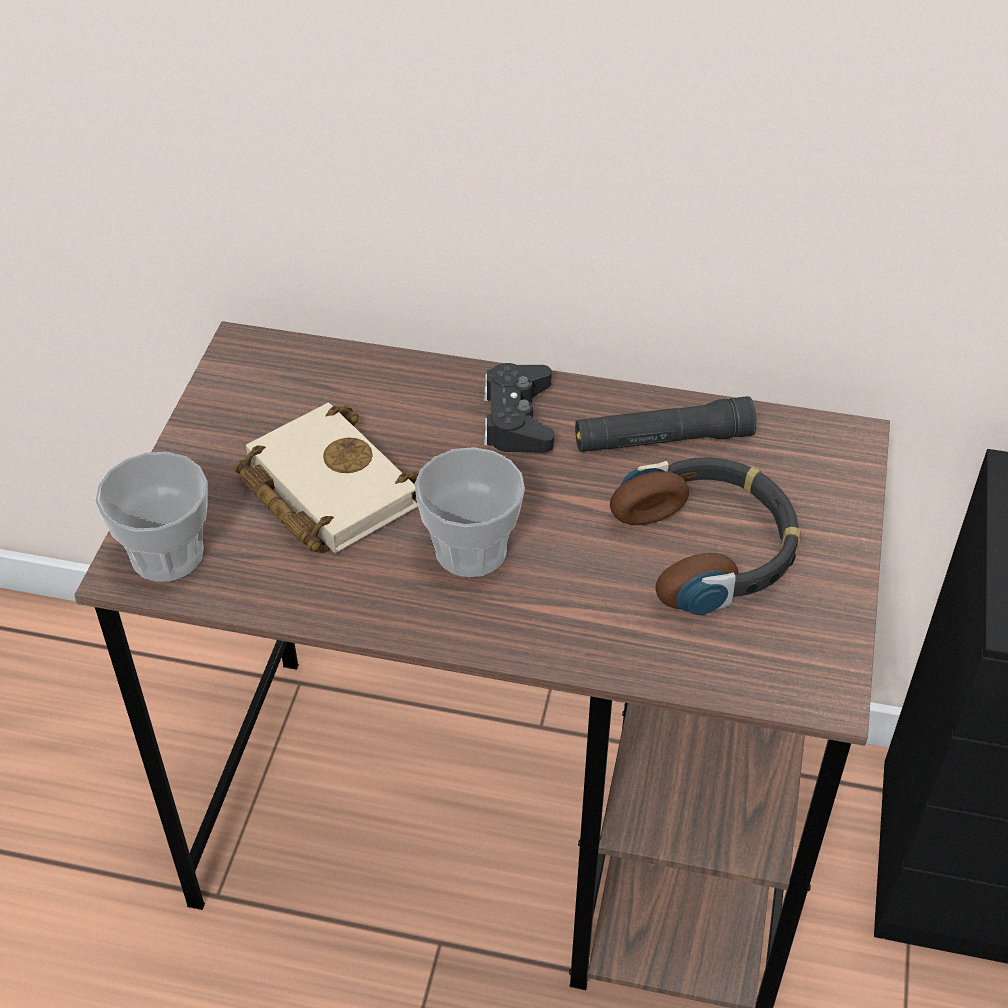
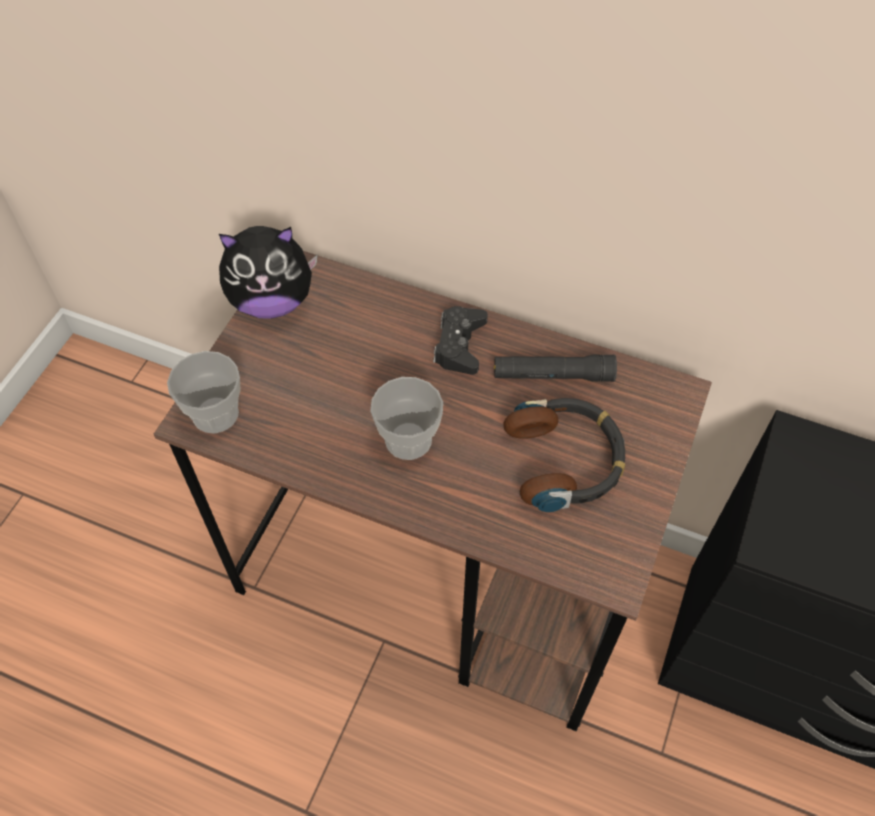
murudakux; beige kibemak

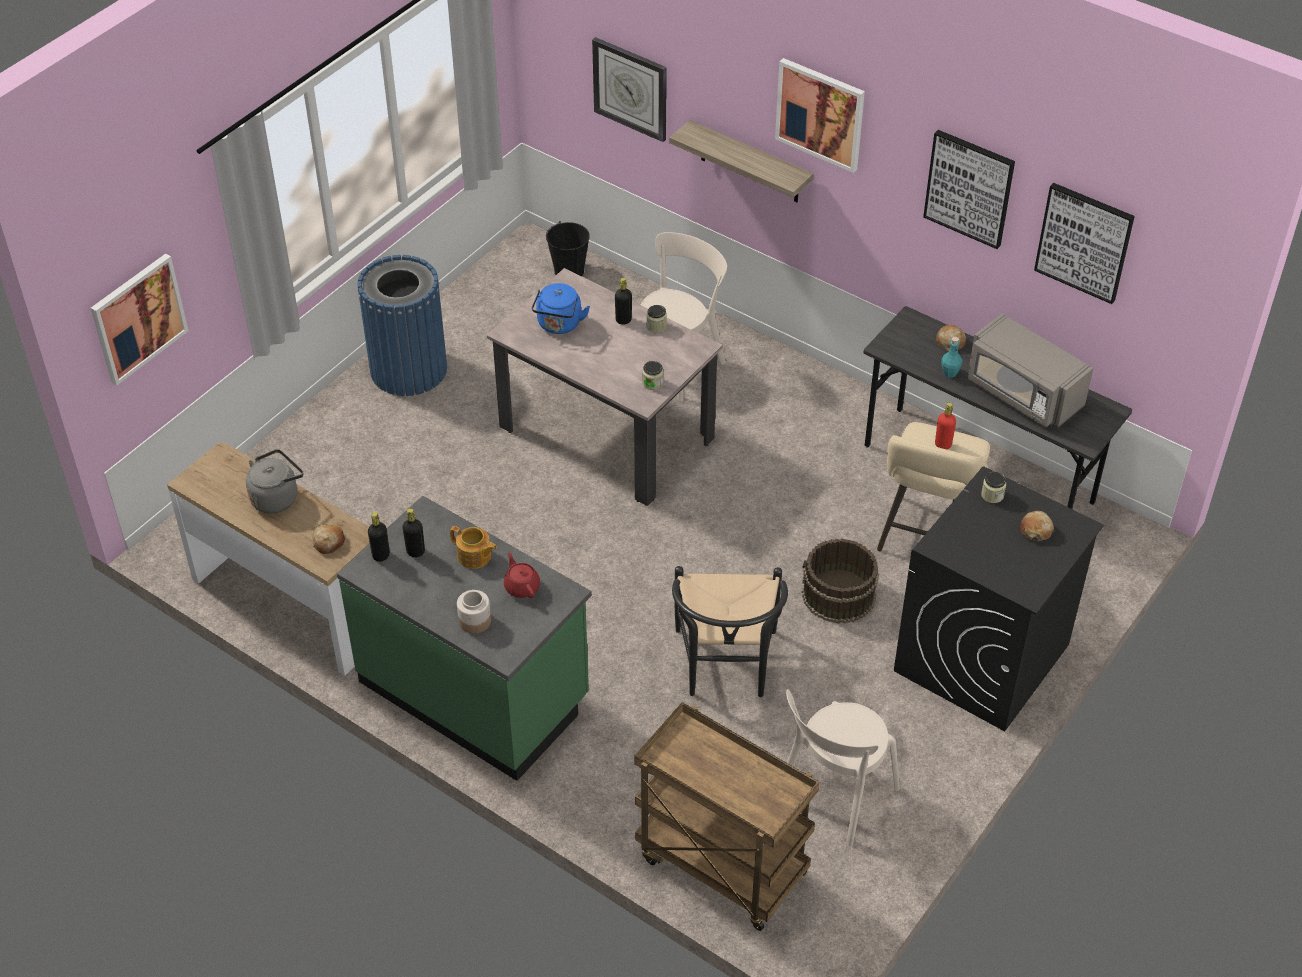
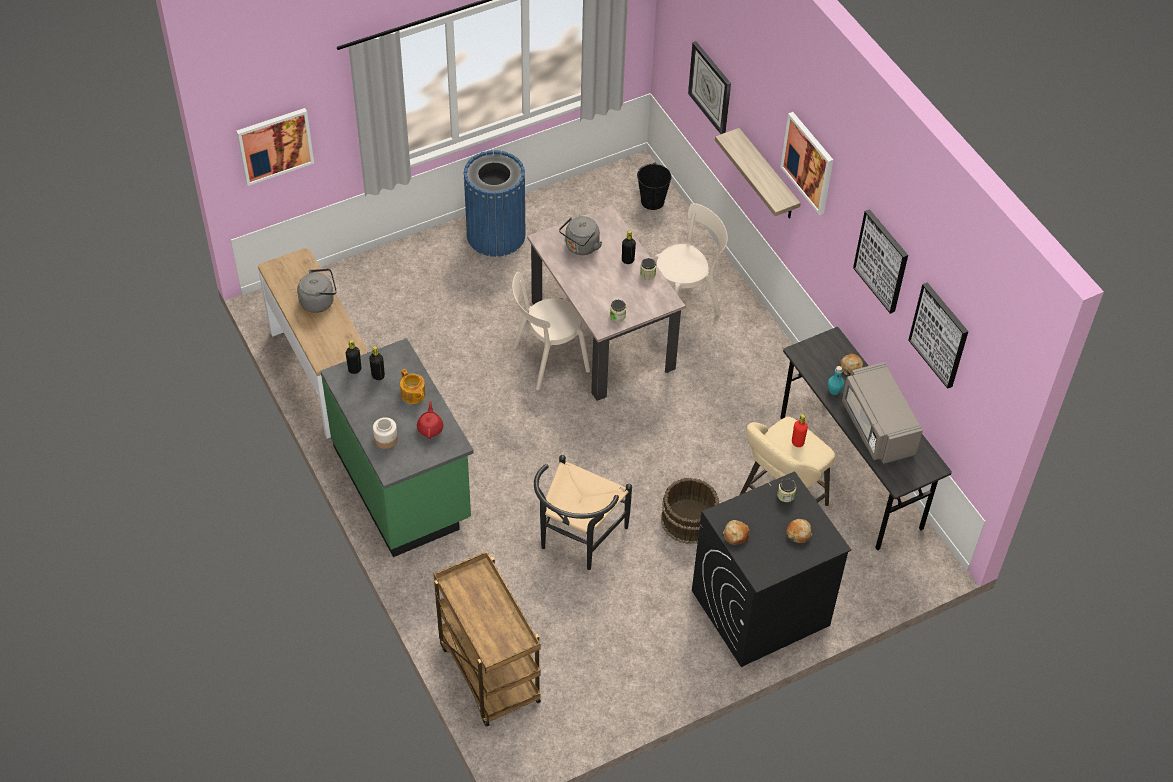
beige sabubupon (1st from left); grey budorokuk (2nd from left); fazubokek (1st from left)

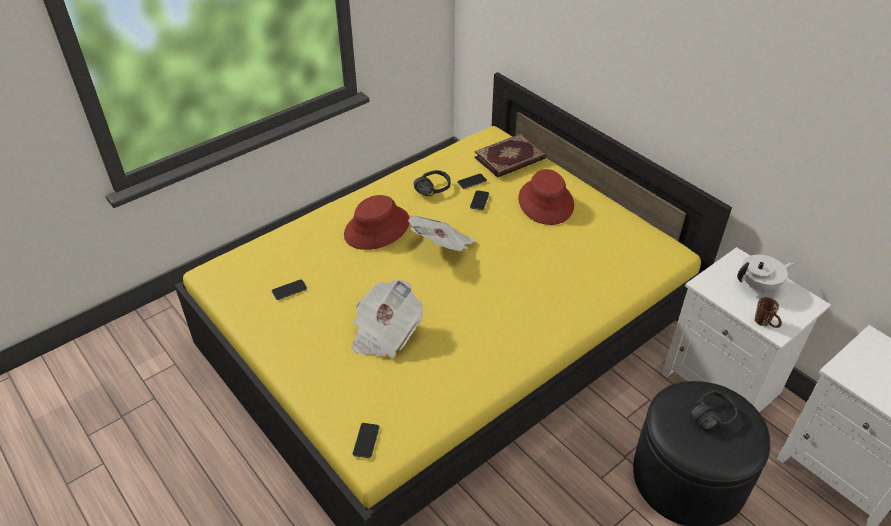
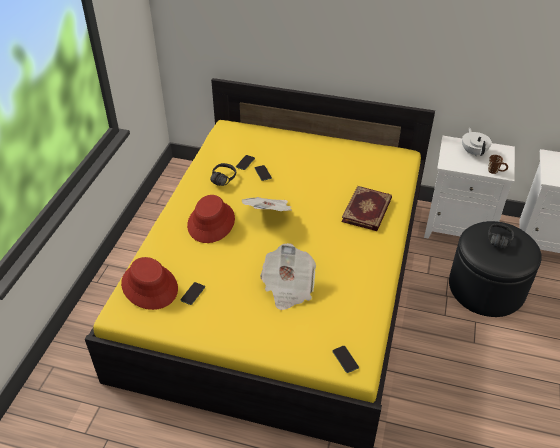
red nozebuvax (1st from left); kibemak; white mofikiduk

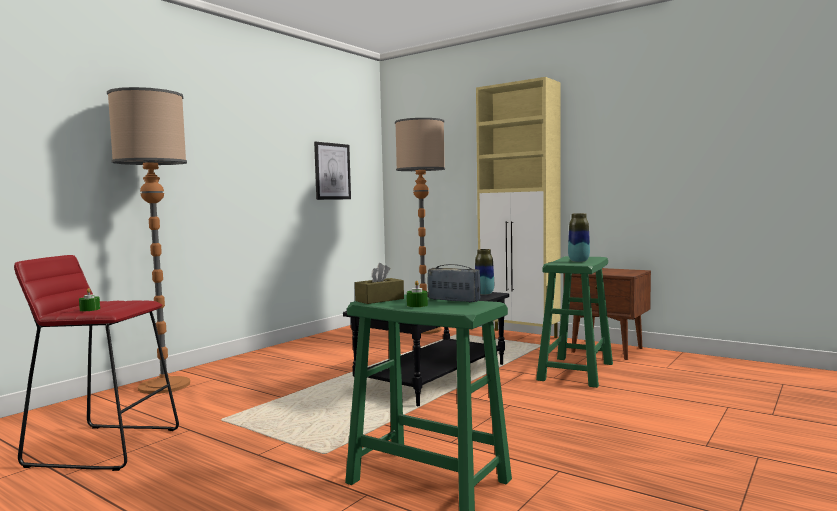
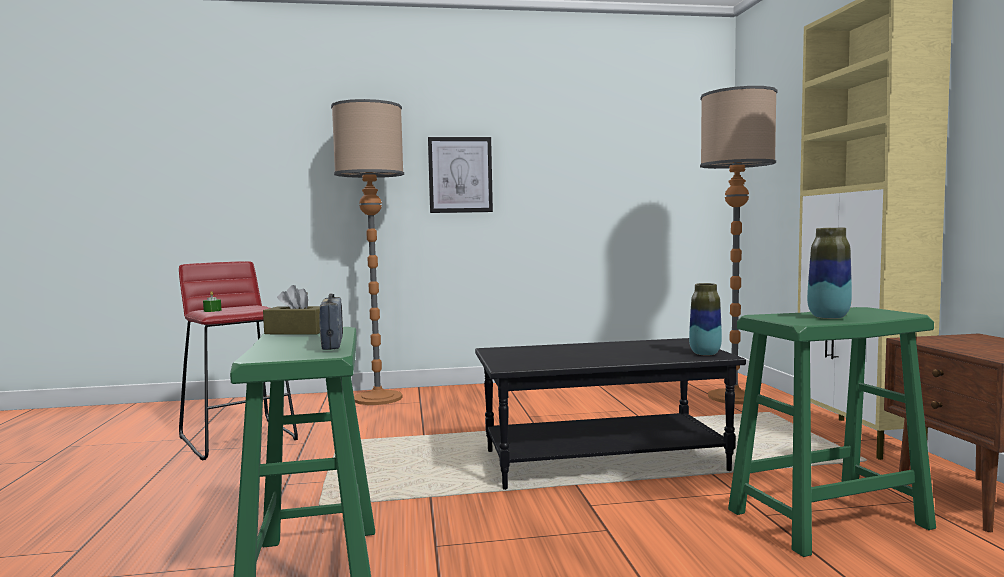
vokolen; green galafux (2nd from left in the first image)

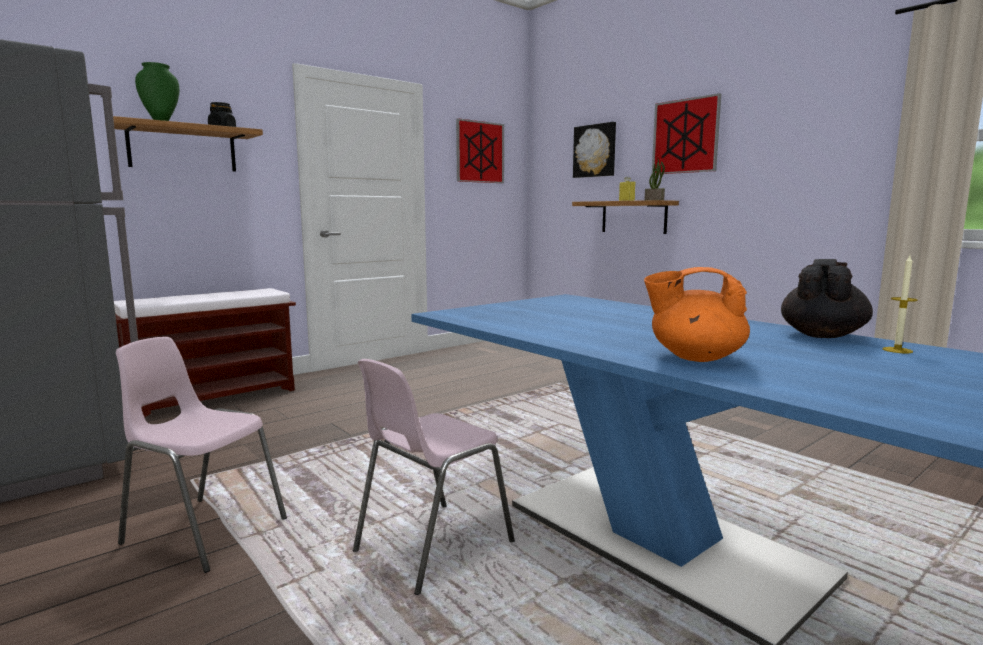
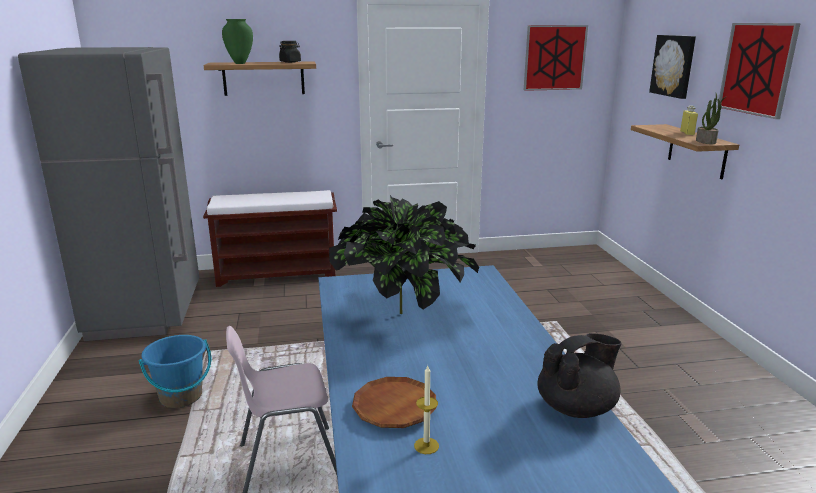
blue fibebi; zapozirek (1st from left); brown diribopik; galafux

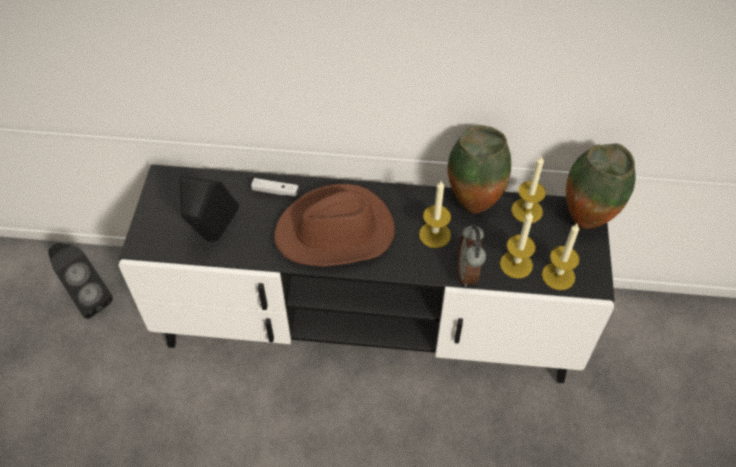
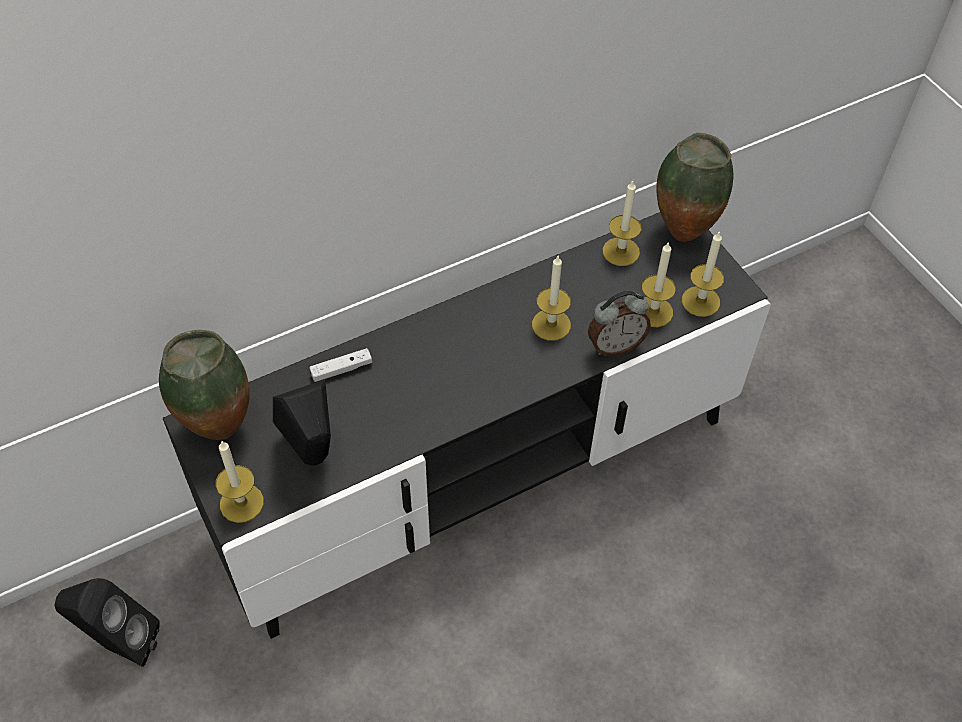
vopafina (1st from left); galafux (1st from left); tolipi; brown nozebuvax

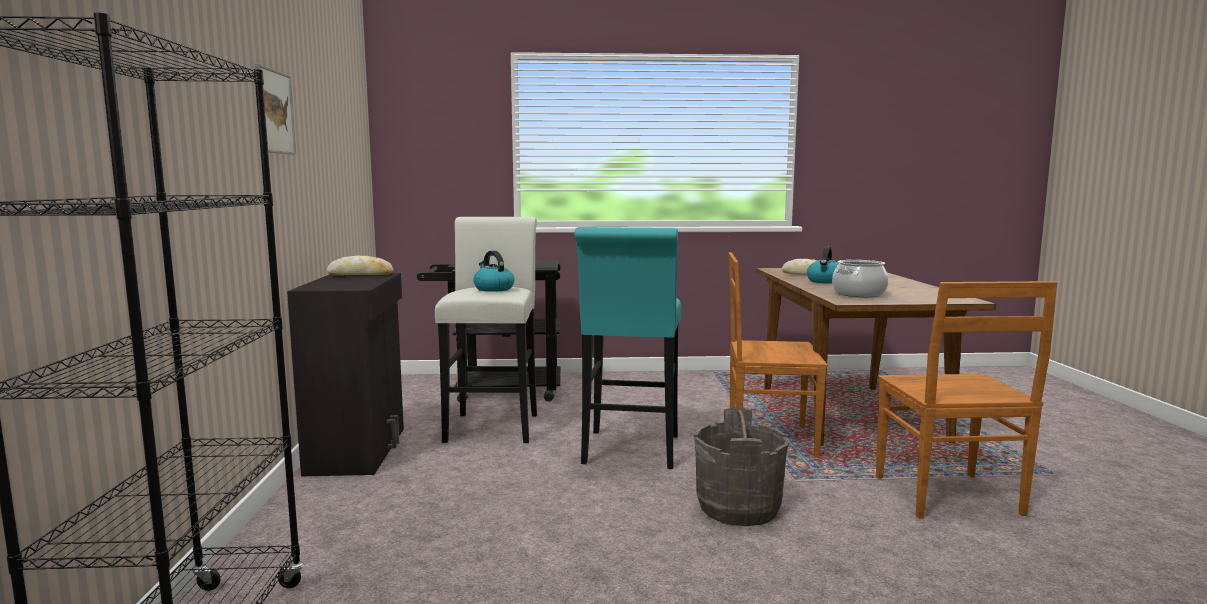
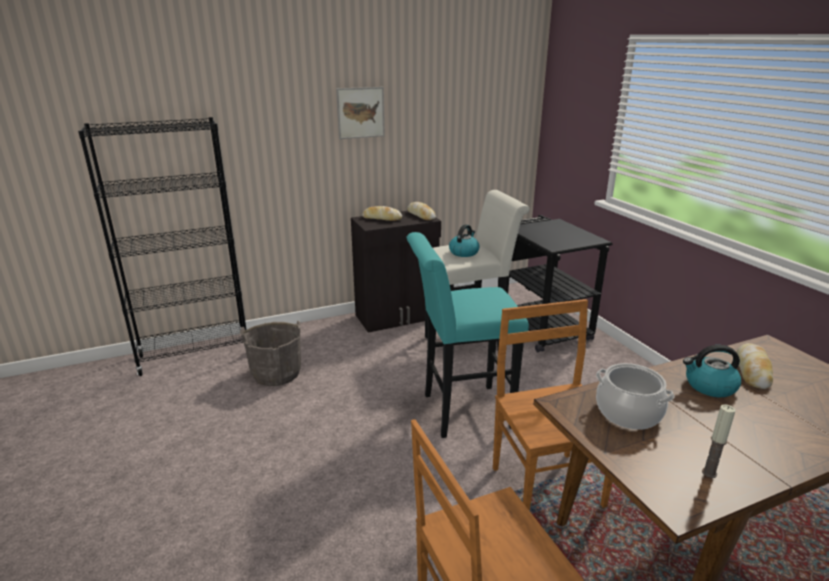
grey fibebi; fazubokek (1st from left); galafux

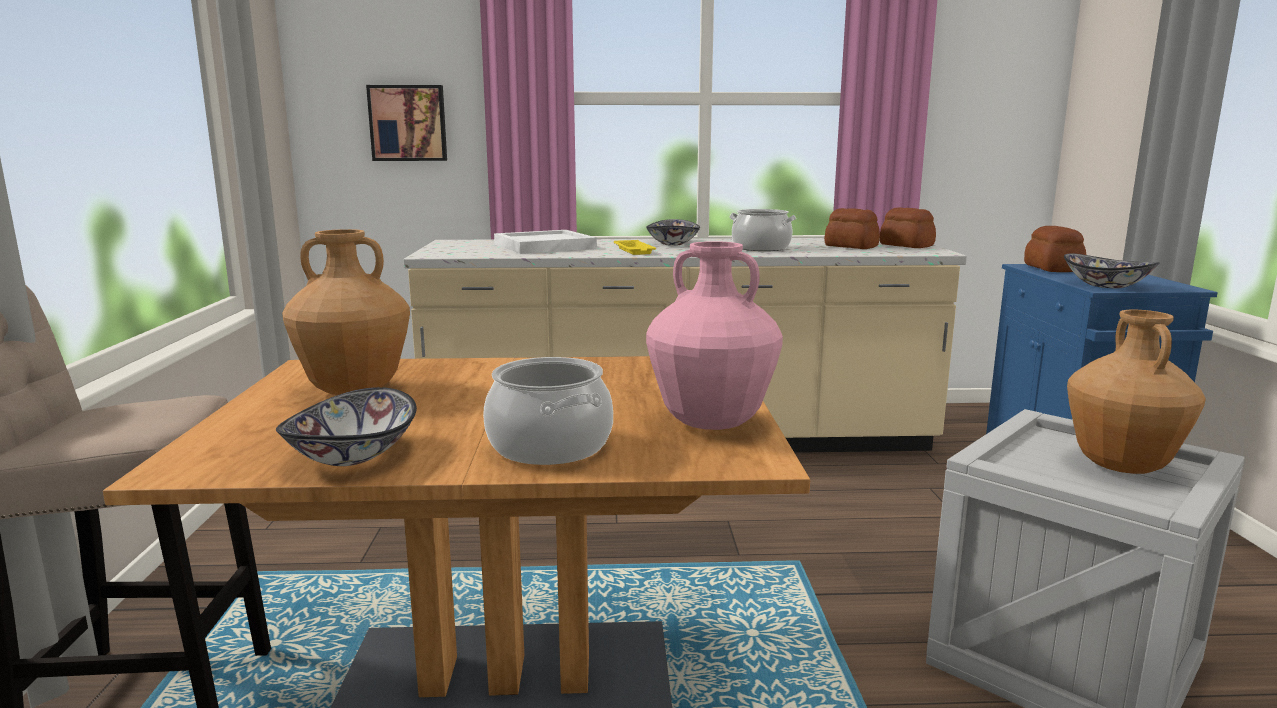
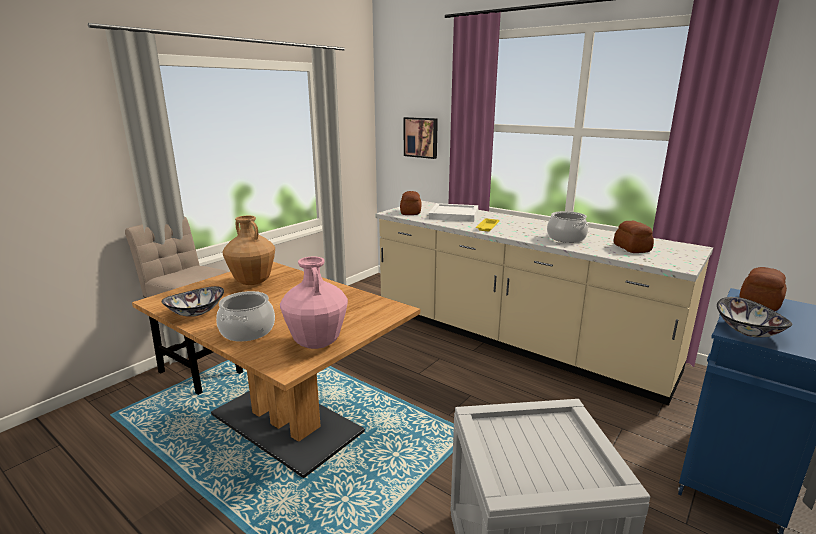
fazubokek (1st from left); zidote (2nd from left in the first image); brown vopafina (2nd from left in the first image)

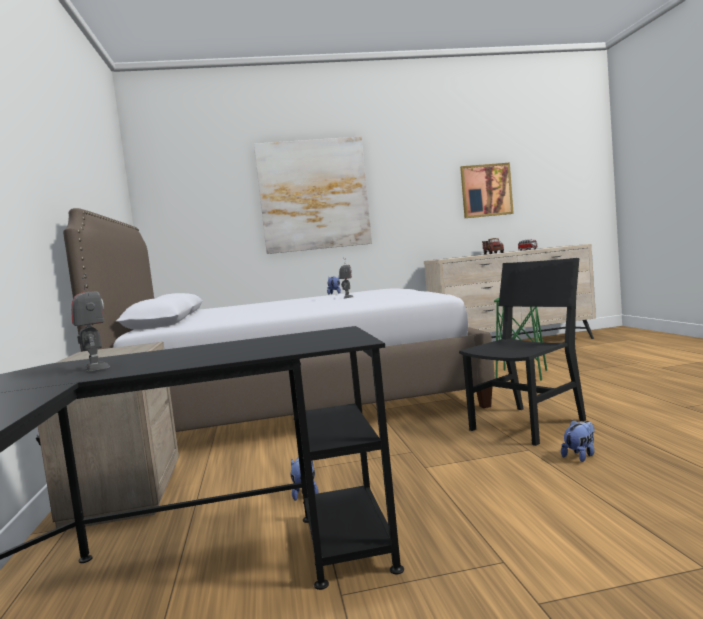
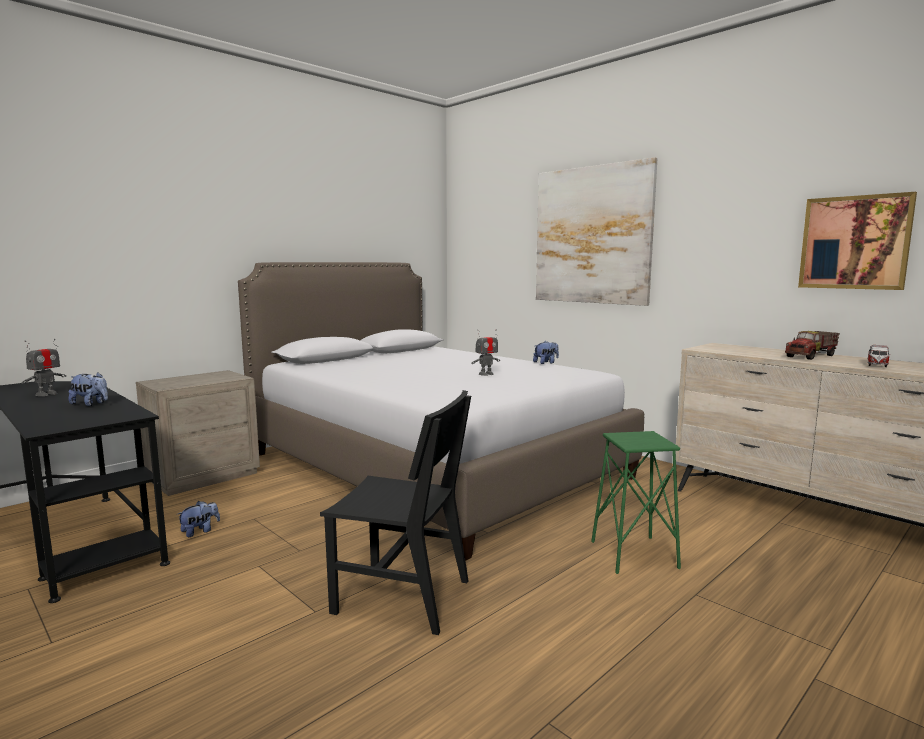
murudakux (1st from left)

